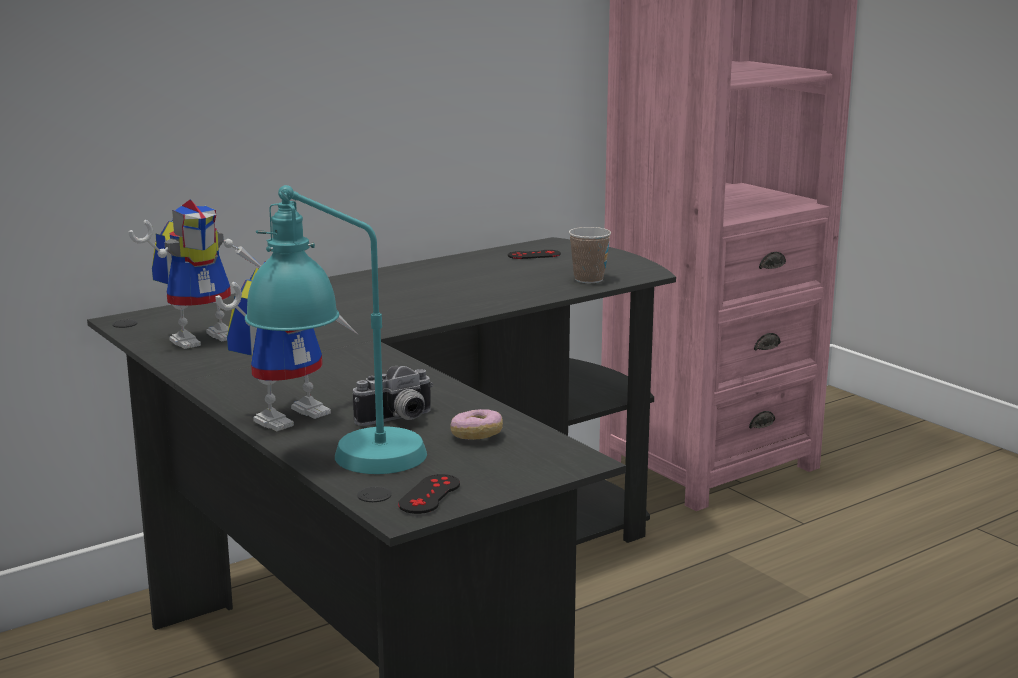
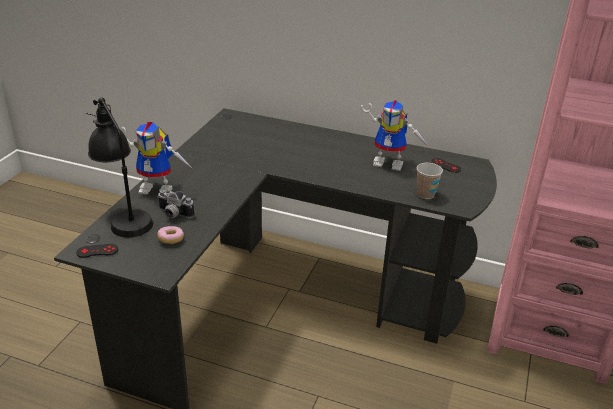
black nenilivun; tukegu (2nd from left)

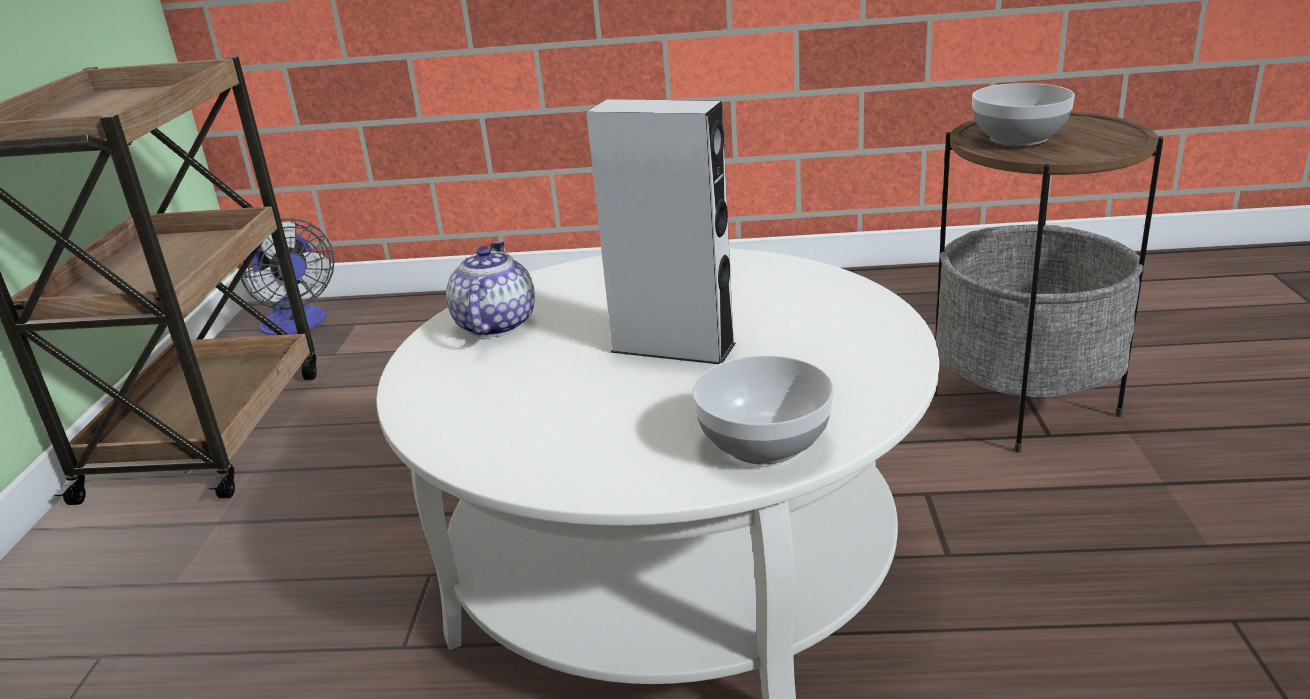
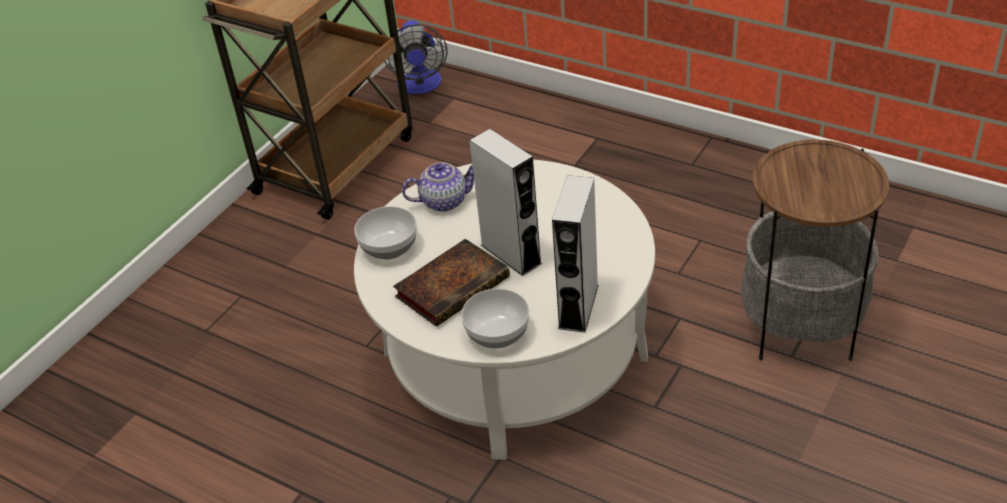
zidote (1st from left); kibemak; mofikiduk; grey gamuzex (2nd from left)

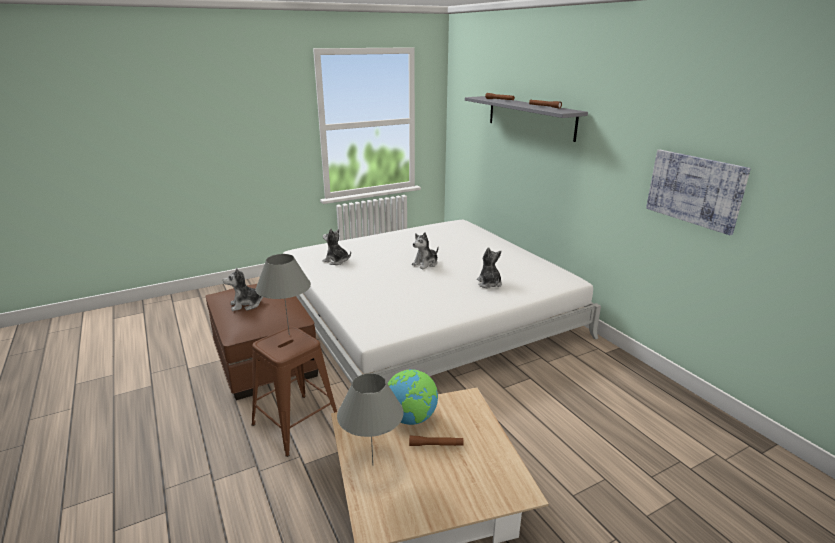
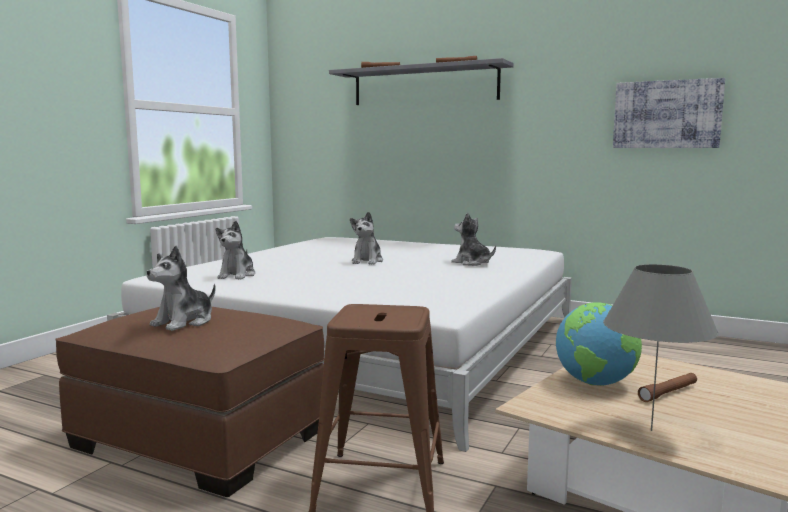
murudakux (2nd from left); grey nenilivun (1st from left in the first image)

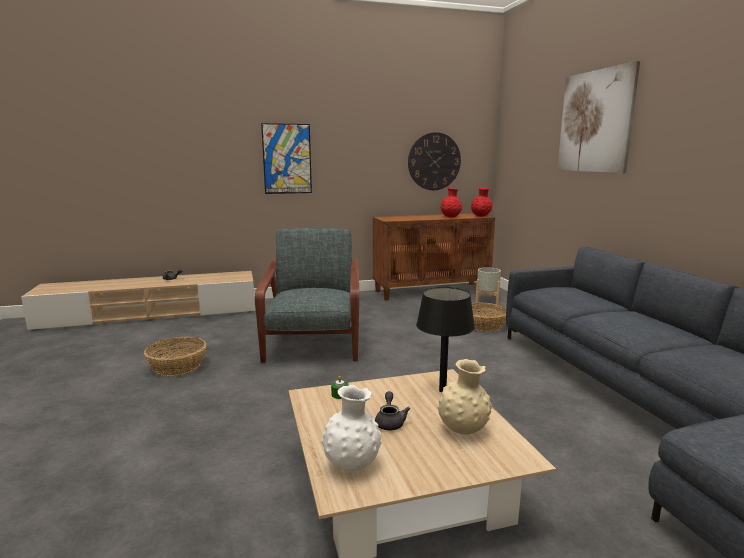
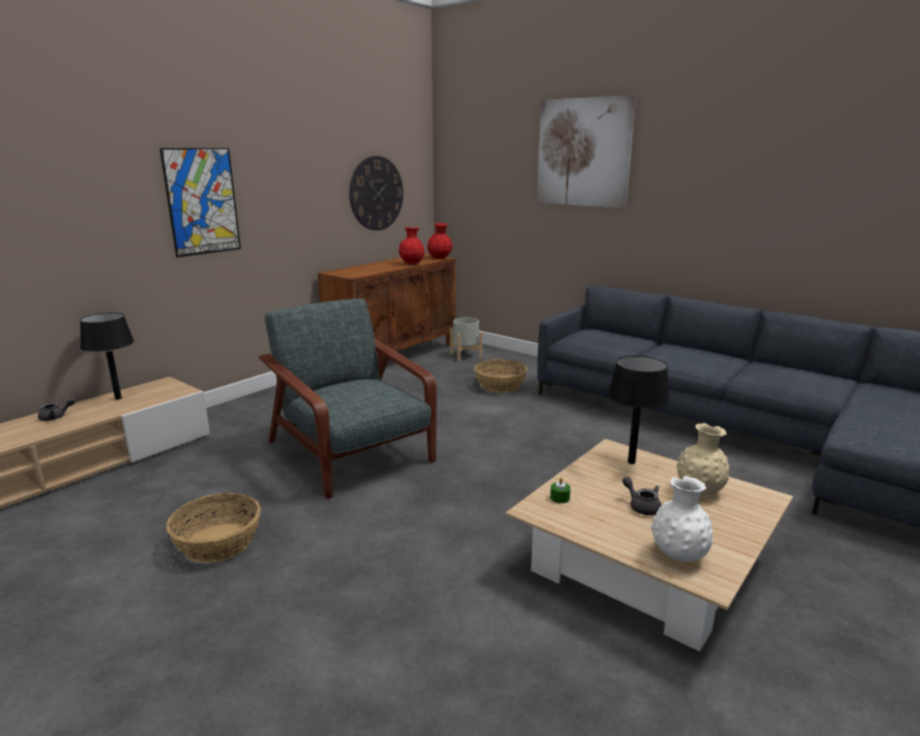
black nenilivun (1st from left)

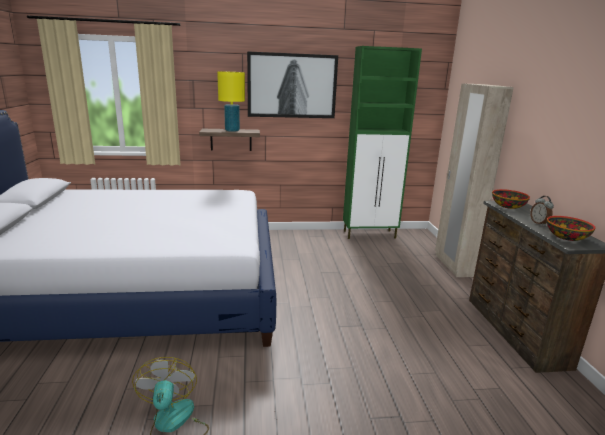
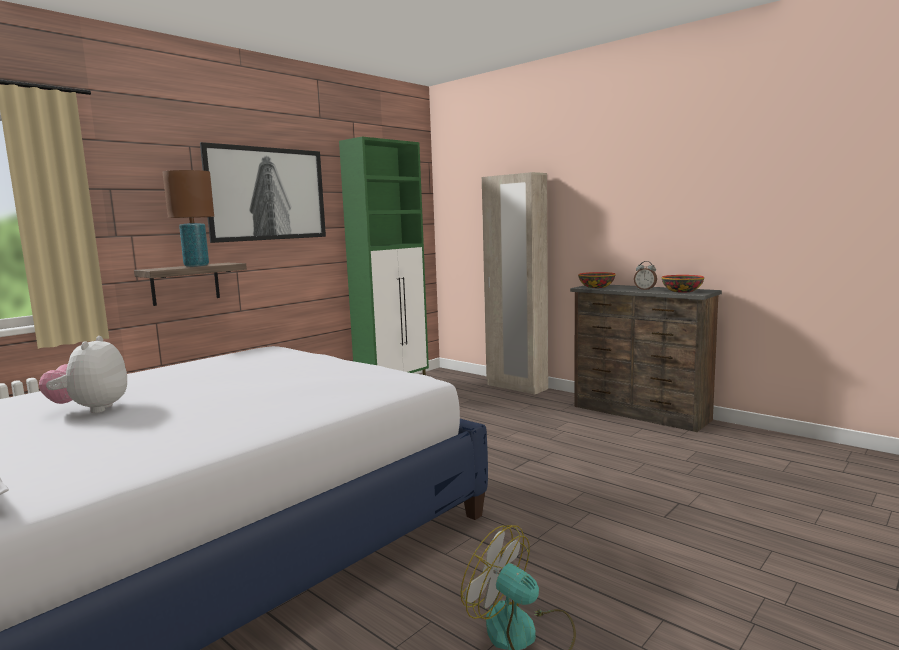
murudakux; brown nenilivun

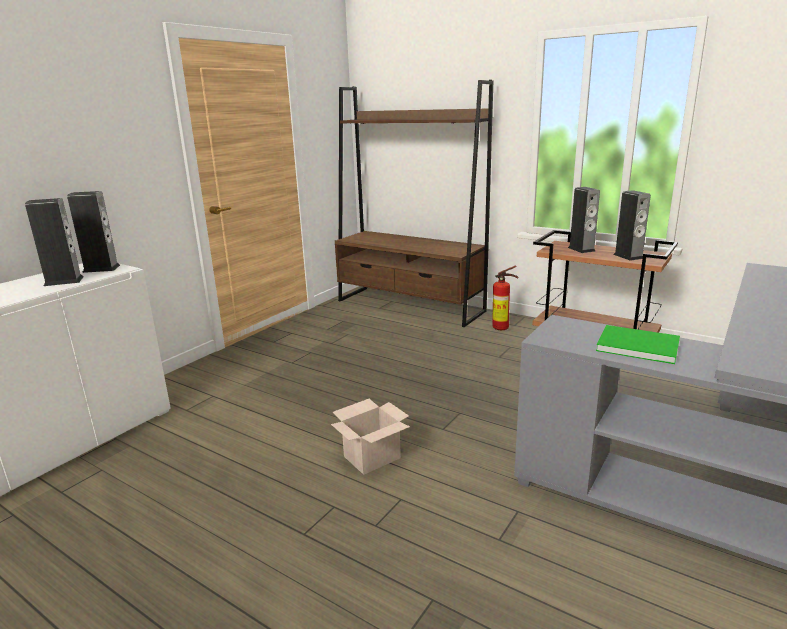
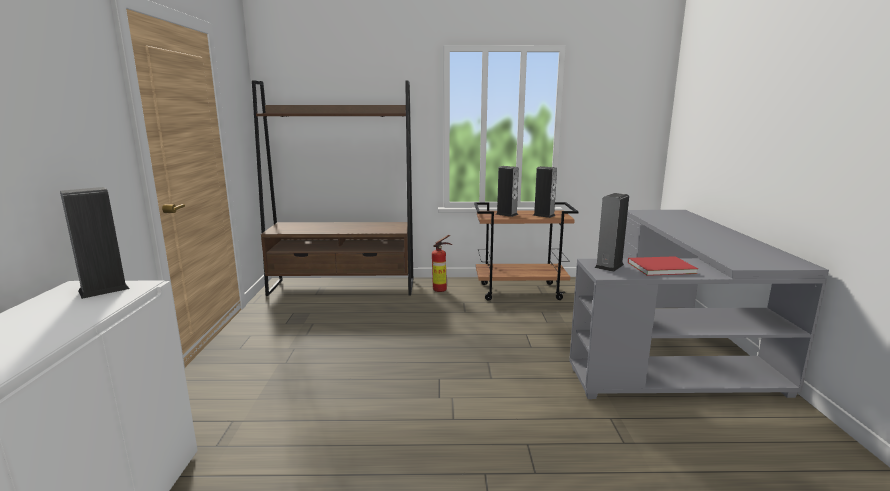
gamuzex (4th from left); red kibemak; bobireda

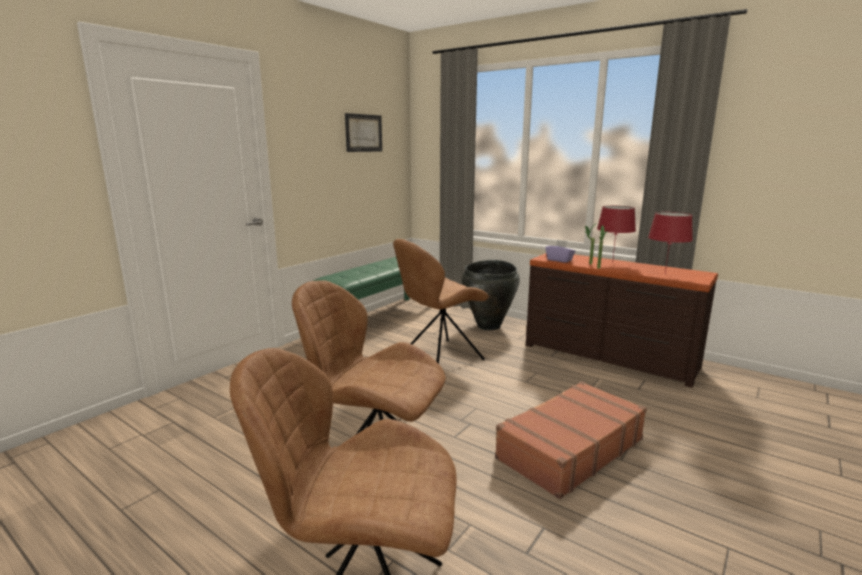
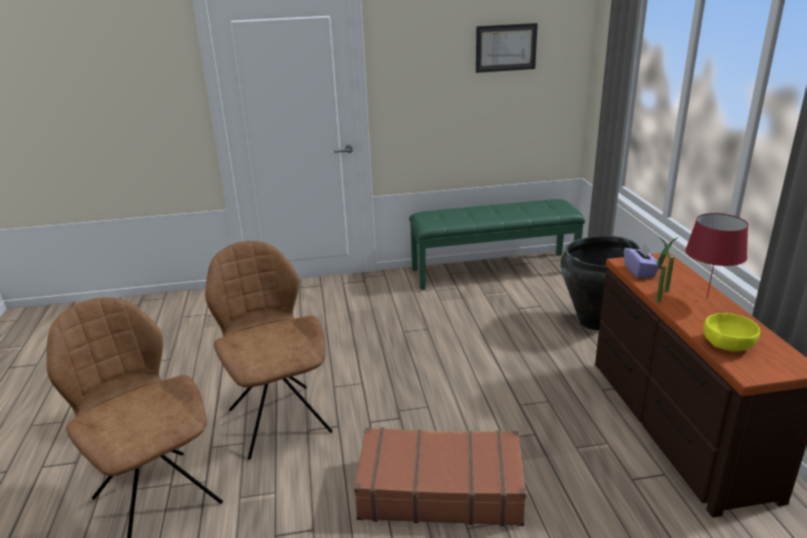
yellow zidote; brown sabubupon (3rd from left in the first image)

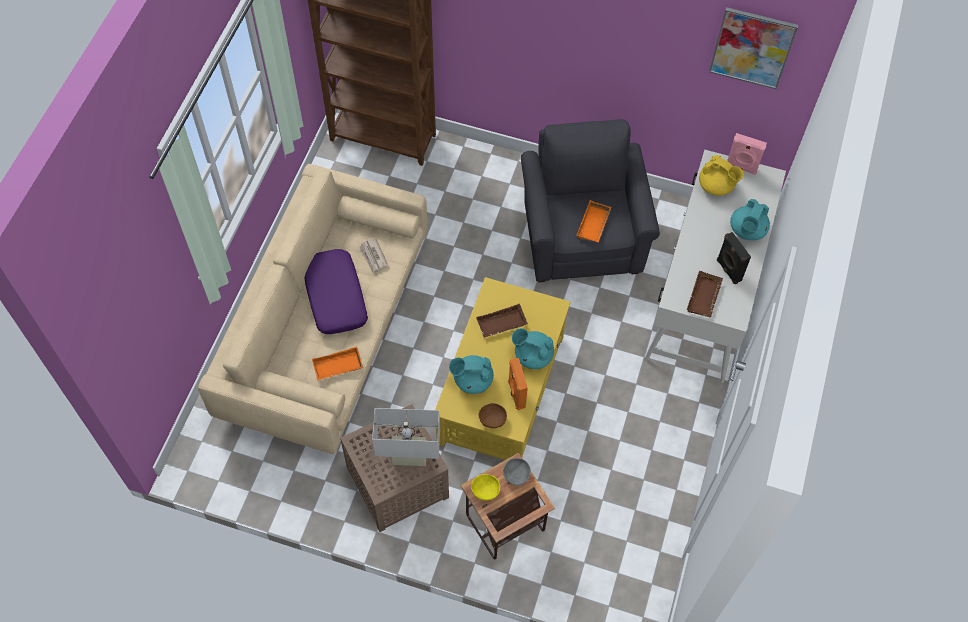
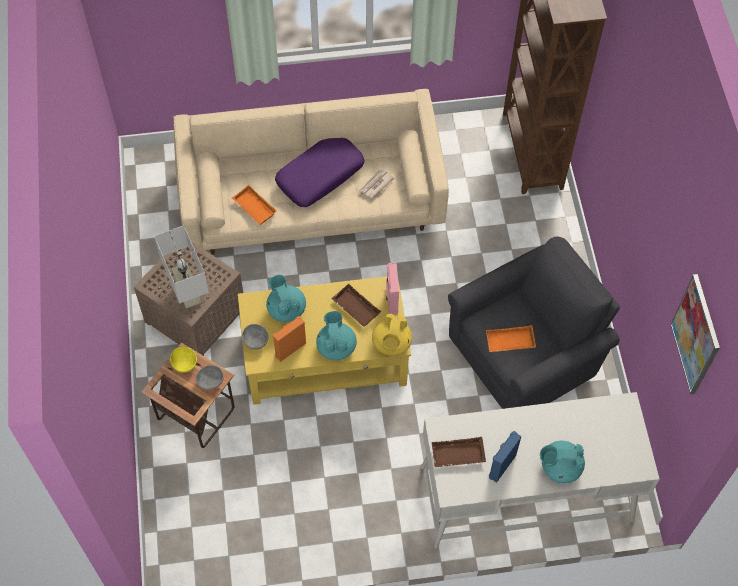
grey zidote (2nd from left); yellow mofikiduk; pink gamuzex; blue gamuzex

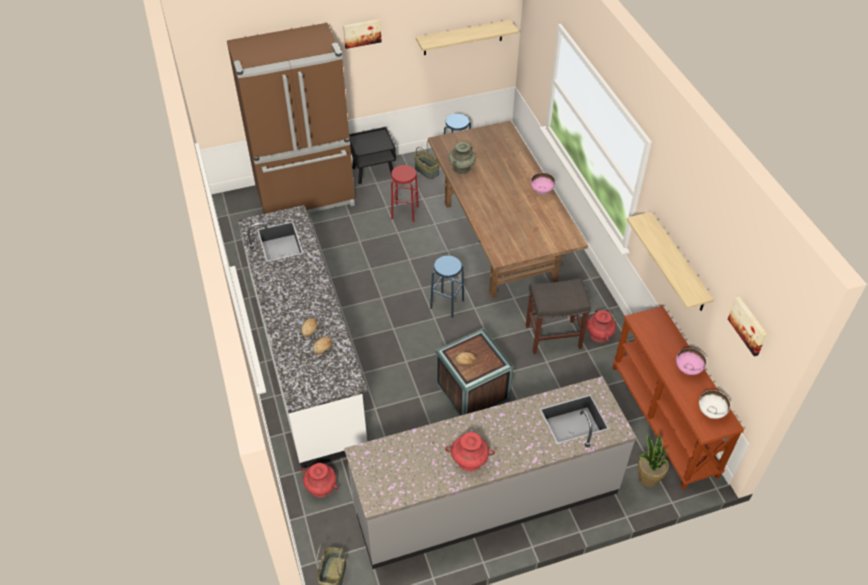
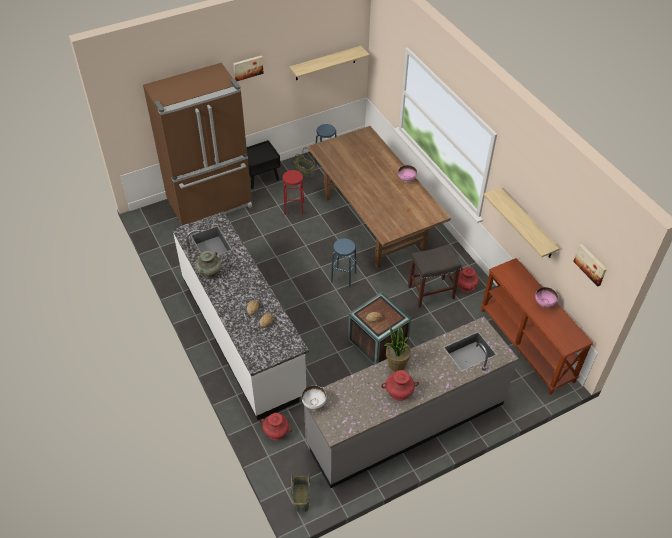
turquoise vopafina; white zidote; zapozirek

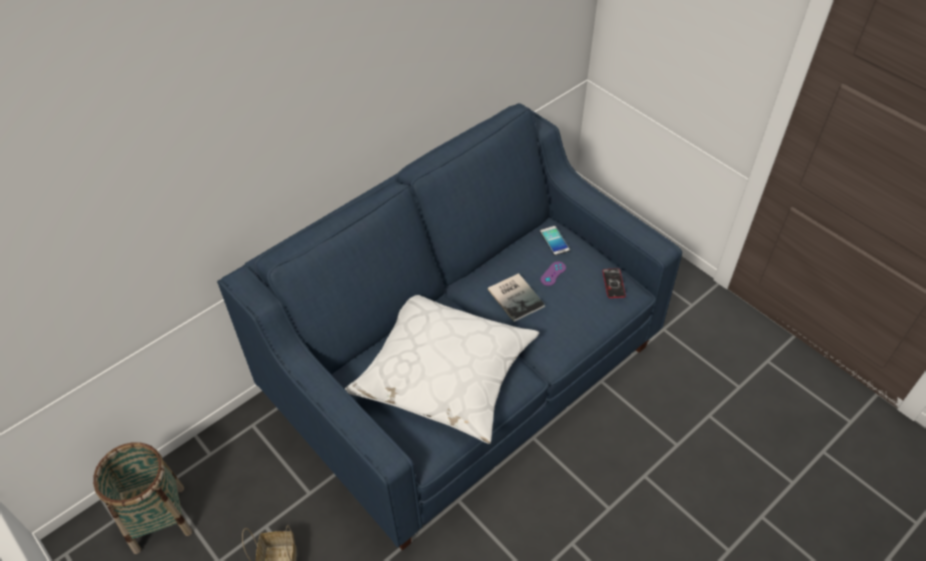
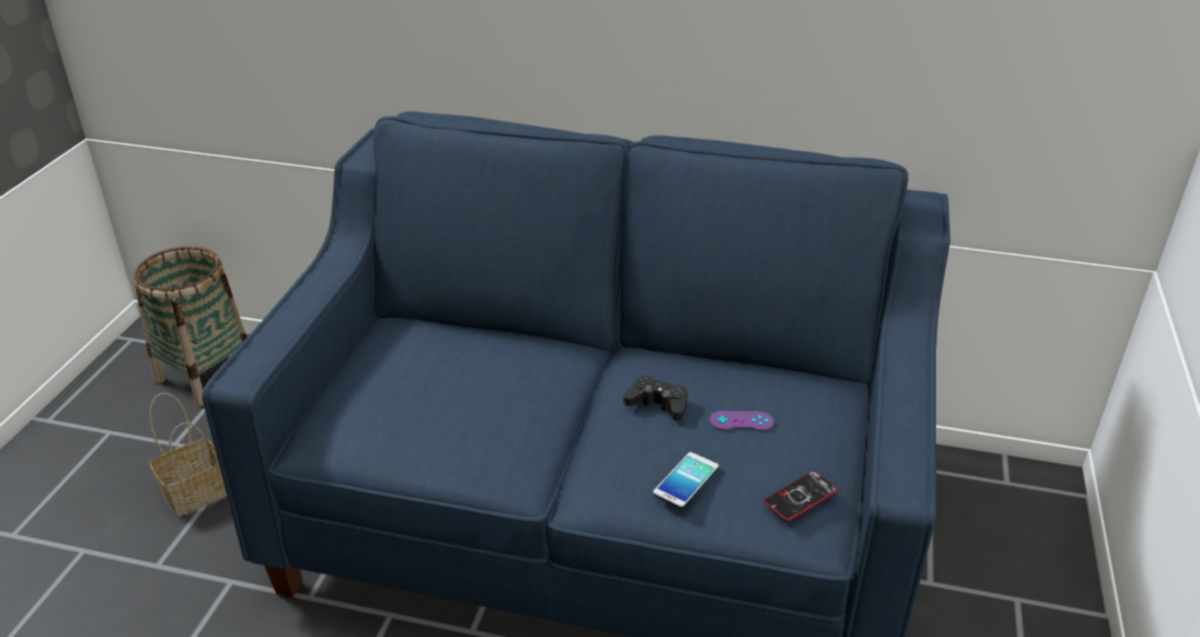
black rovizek; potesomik (1st from left); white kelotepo

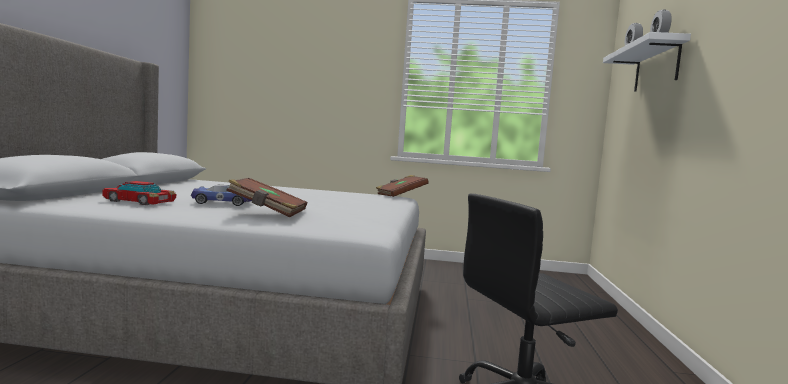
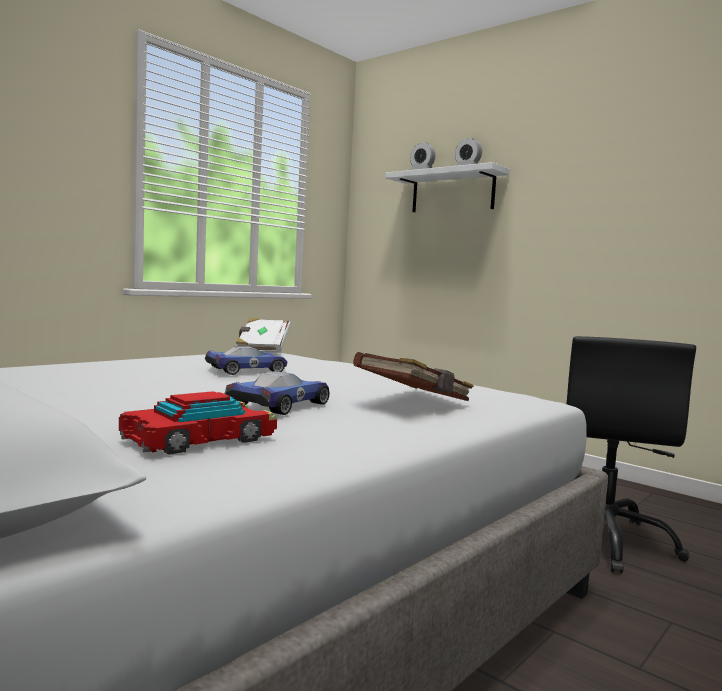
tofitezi (2nd from left); white kibemak

